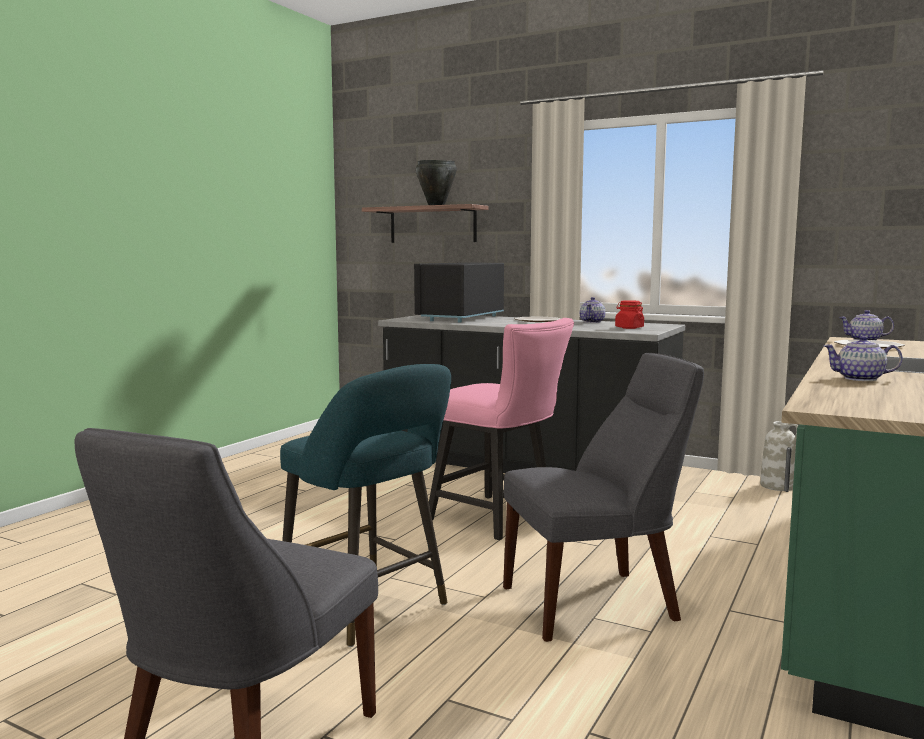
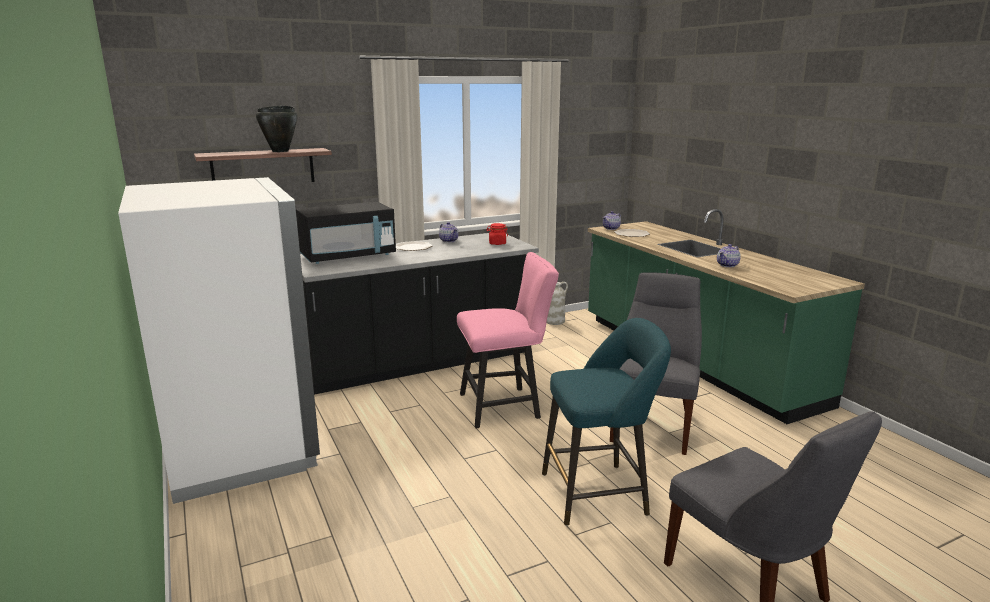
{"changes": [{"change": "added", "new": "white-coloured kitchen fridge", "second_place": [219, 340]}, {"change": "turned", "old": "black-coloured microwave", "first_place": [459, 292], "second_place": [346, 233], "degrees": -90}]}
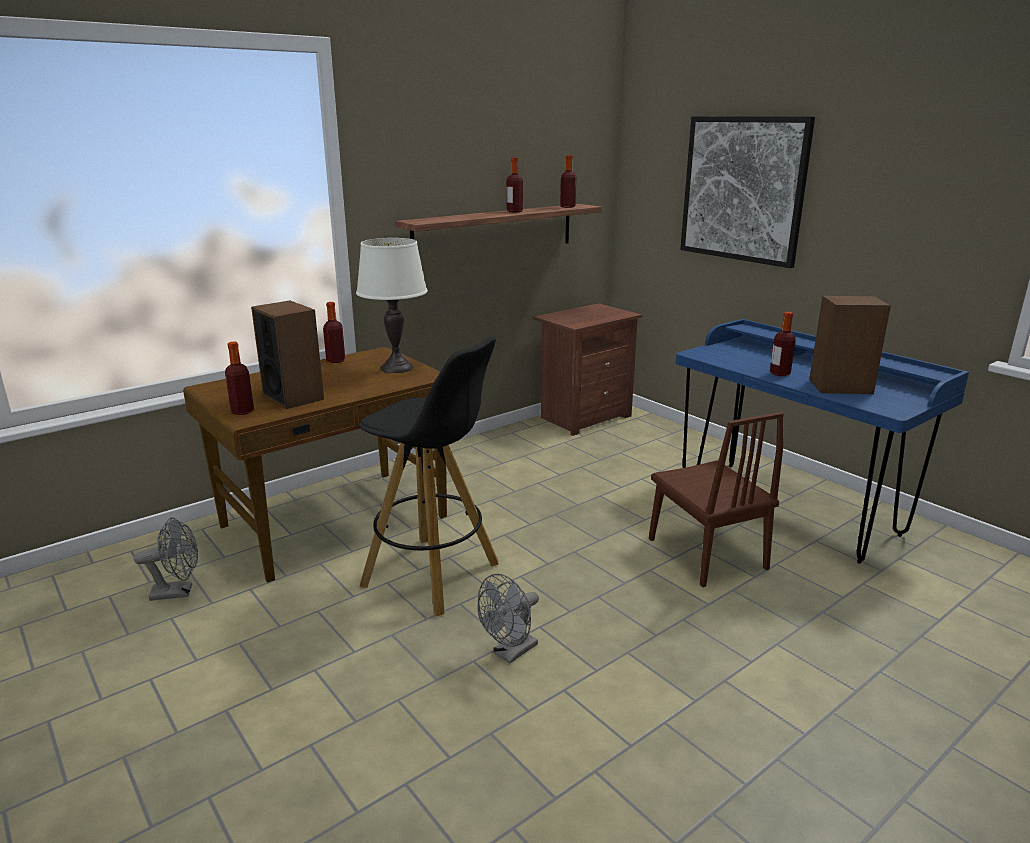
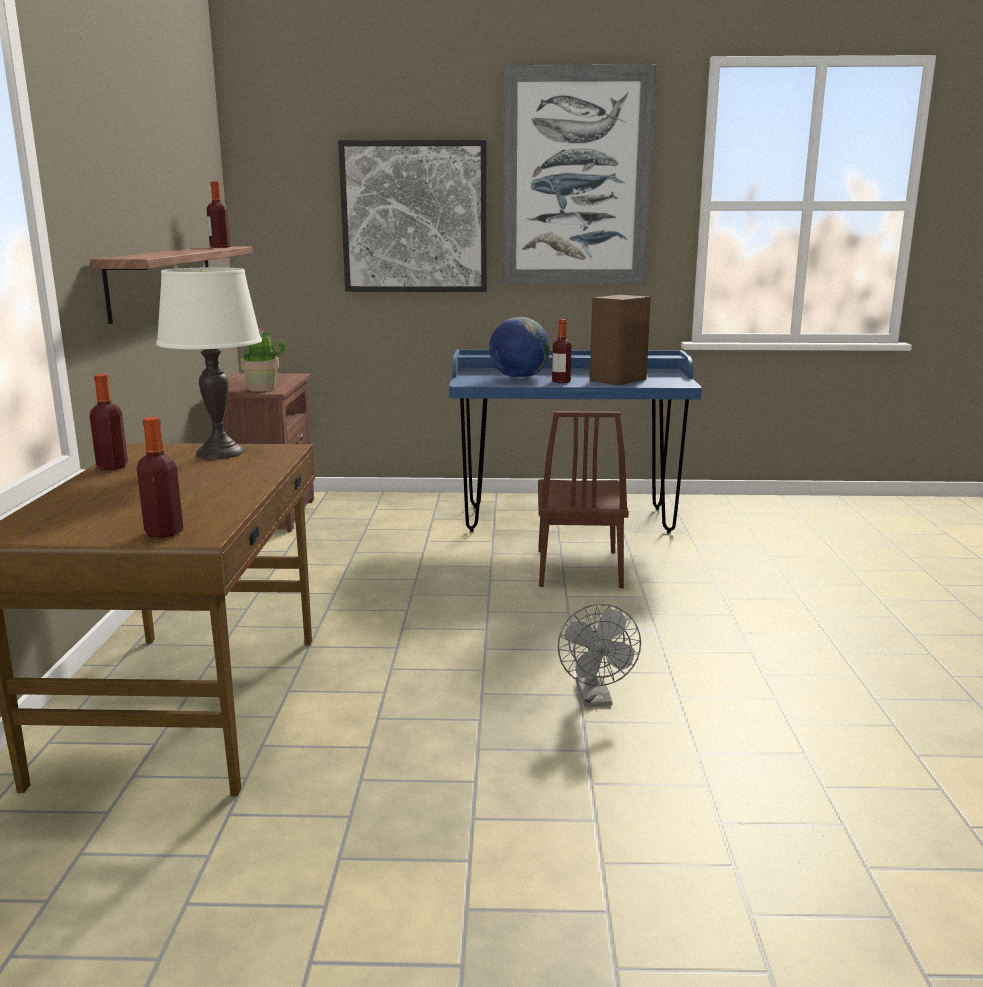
{"changes": [{"change": "removed", "old": "grey electric fan", "first_place": [166, 559]}, {"change": "removed", "old": "loudspeaker", "first_place": [287, 354]}, {"change": "removed", "old": "black-coloured stool seat", "first_place": [429, 477]}, {"change": "removed", "old": "drink bottle", "first_place": [514, 184]}, {"change": "added", "new": "houseplant", "second_place": [262, 360]}, {"change": "added", "new": "globe", "second_place": [519, 348]}, {"change": "added", "new": "wall picture", "second_place": [579, 174]}, {"change": "turned", "old": "brown chair", "first_place": [716, 499], "second_place": [583, 499], "degrees": 75}]}
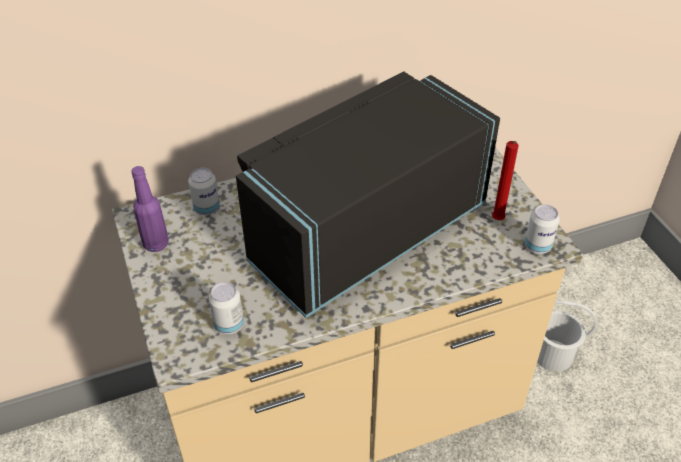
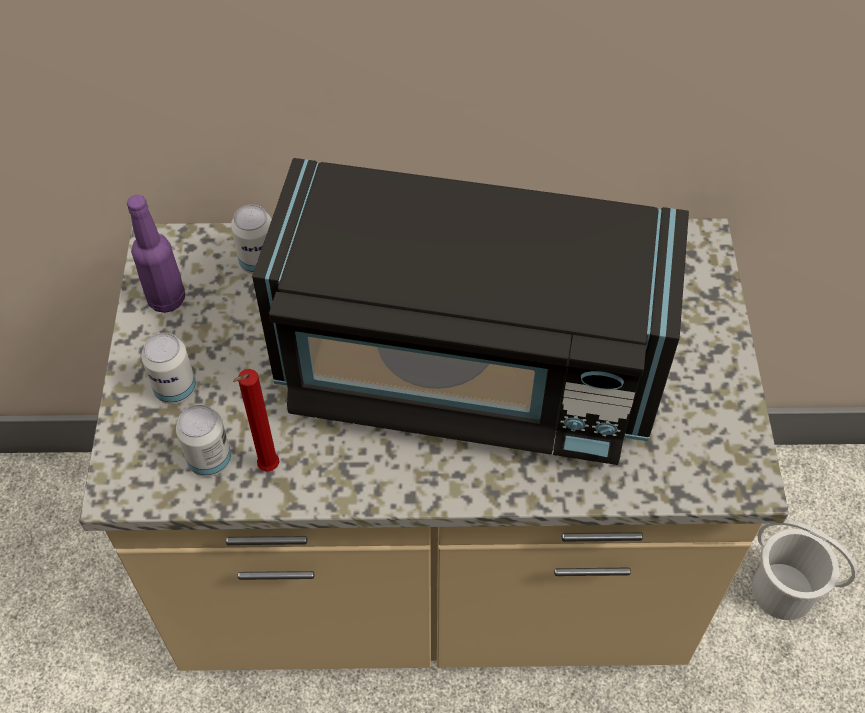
{"changes": [{"change": "moved", "old": "red candle", "first_place": [505, 180], "second_place": [256, 420]}, {"change": "moved", "old": "metal can", "first_place": [542, 229], "second_place": [168, 368]}, {"change": "turned", "old": "black-coloured microwave", "first_place": [368, 194], "second_place": [470, 311], "degrees": -150}]}
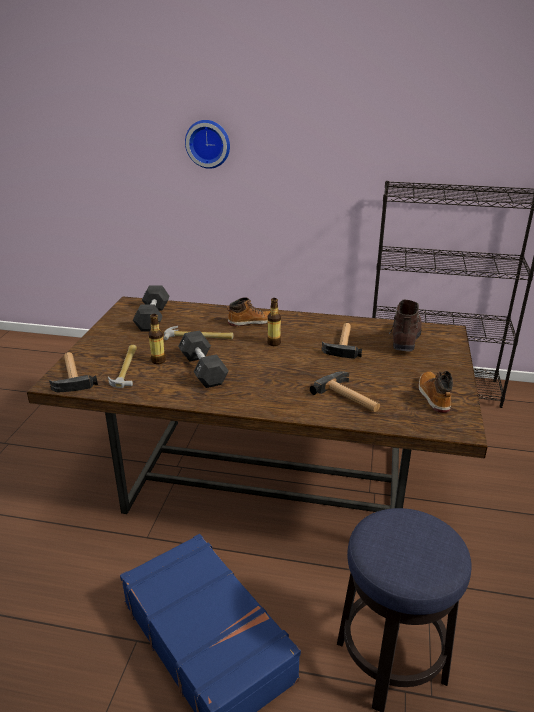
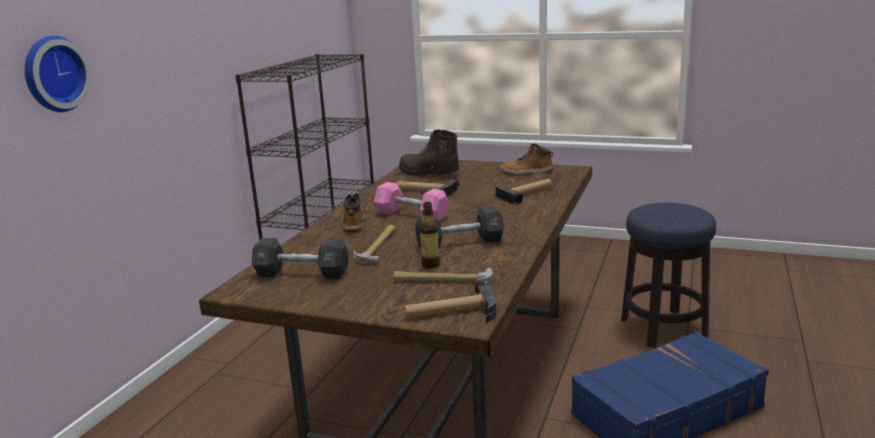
{"changes": [{"change": "replaced", "old": "drink bottle", "new": "pinkish free weight", "first_place": [274, 322], "second_place": [411, 201]}]}
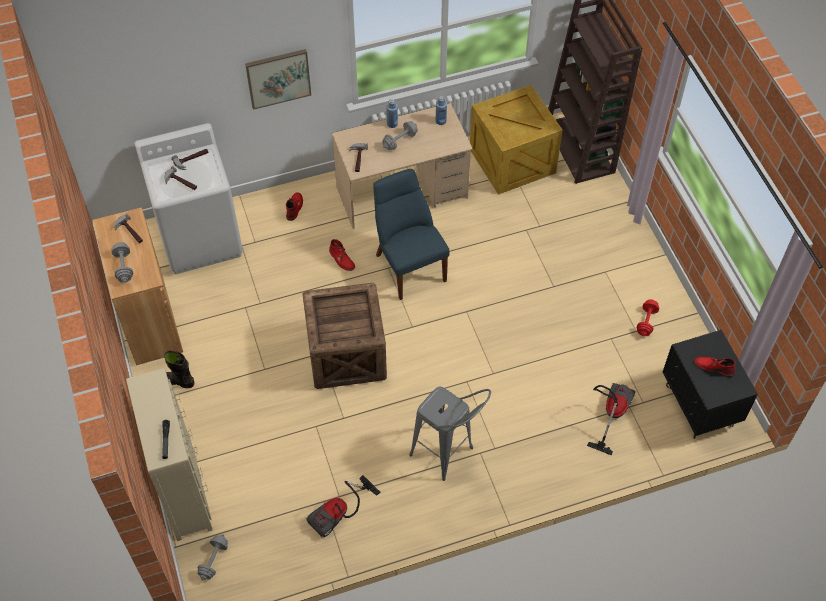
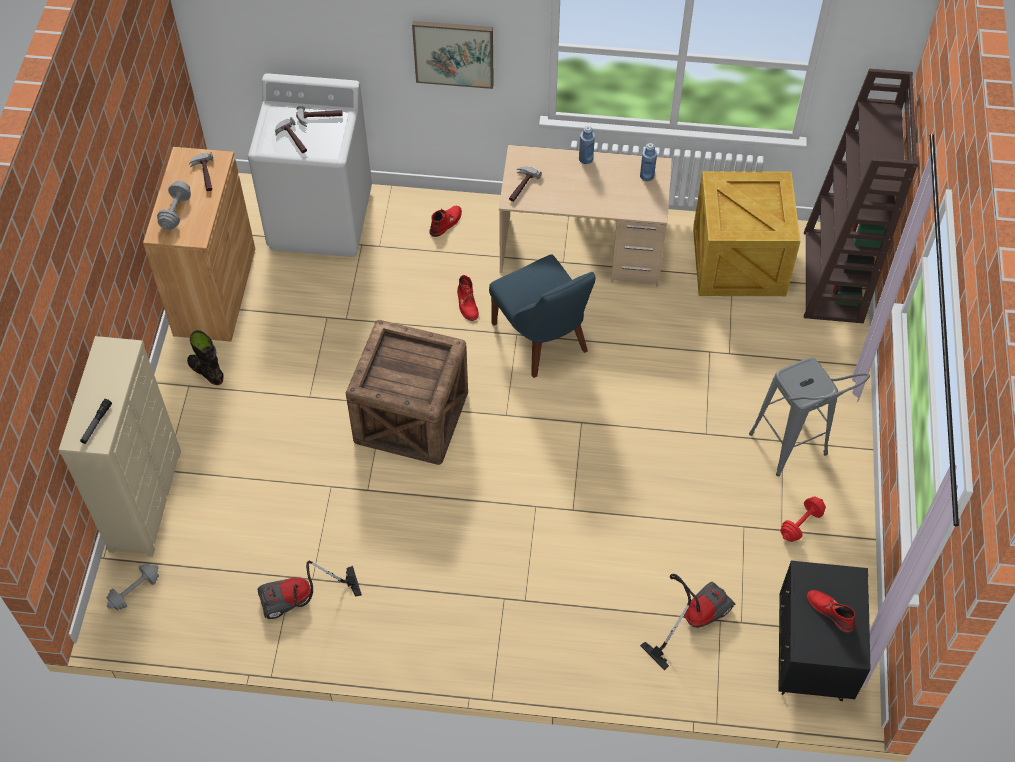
{"changes": [{"change": "removed", "old": "grey free weight", "first_place": [400, 135]}, {"change": "moved", "old": "grey stool seat", "first_place": [450, 434], "second_place": [809, 417]}, {"change": "turned", "old": "blue chair", "first_place": [411, 234], "second_place": [542, 316], "degrees": 150}]}
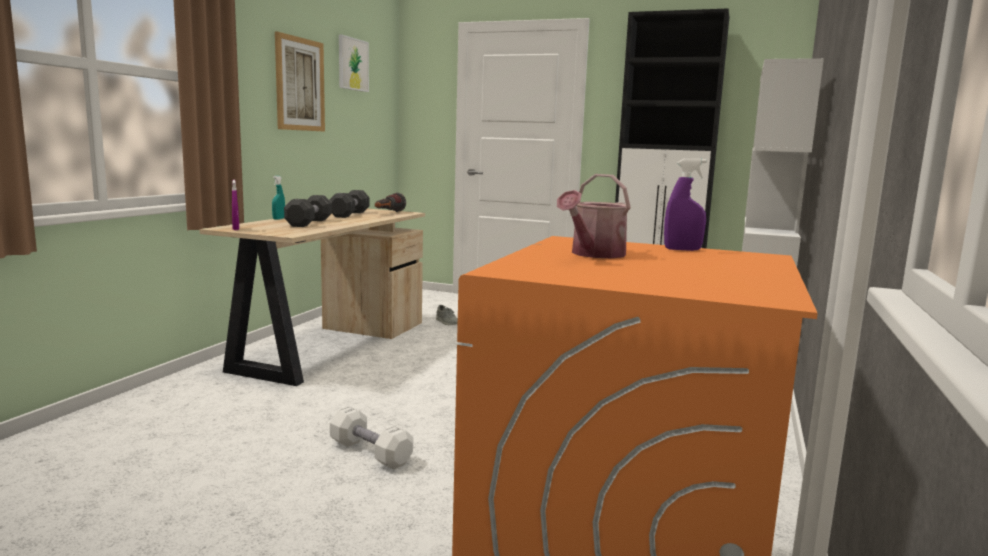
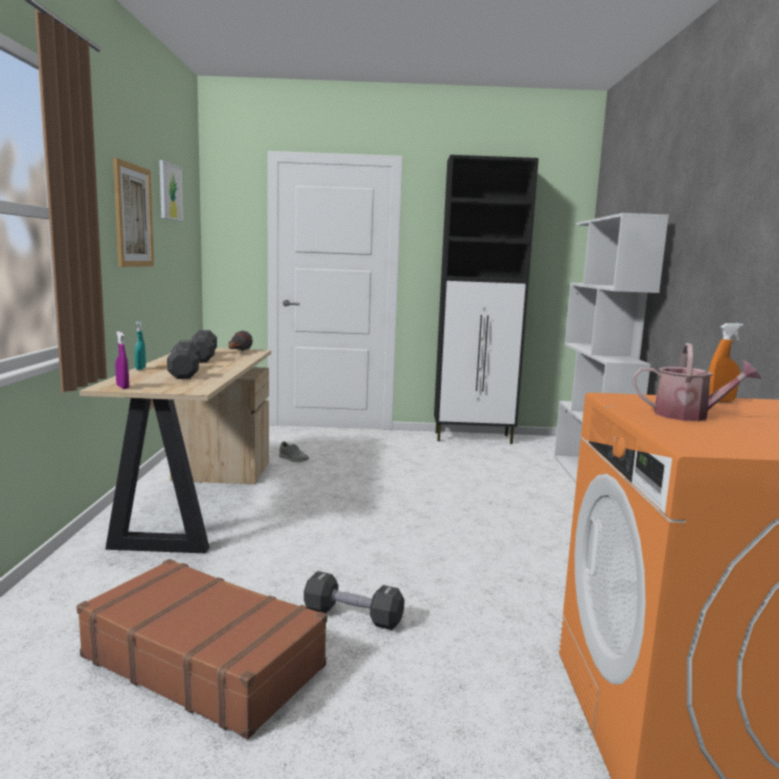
{"changes": [{"change": "added", "new": "brown travel case", "second_place": [202, 649]}, {"change": "recoloured", "old": "white-coloured free weight", "new": "black-coloured free weight", "first_place": [371, 438], "second_place": [354, 600]}, {"change": "recoloured", "old": "purplish sprayer", "new": "orangey sprayer", "first_place": [685, 204], "second_place": [726, 362]}, {"change": "turned", "old": "watering can", "first_place": [594, 216], "second_place": [697, 382], "degrees": -90}]}
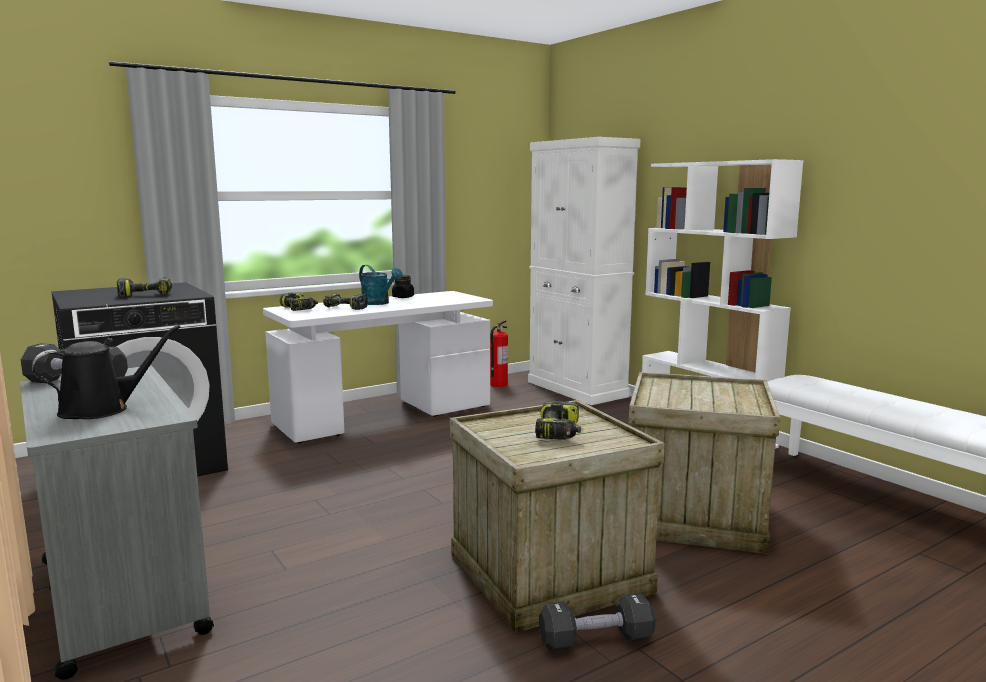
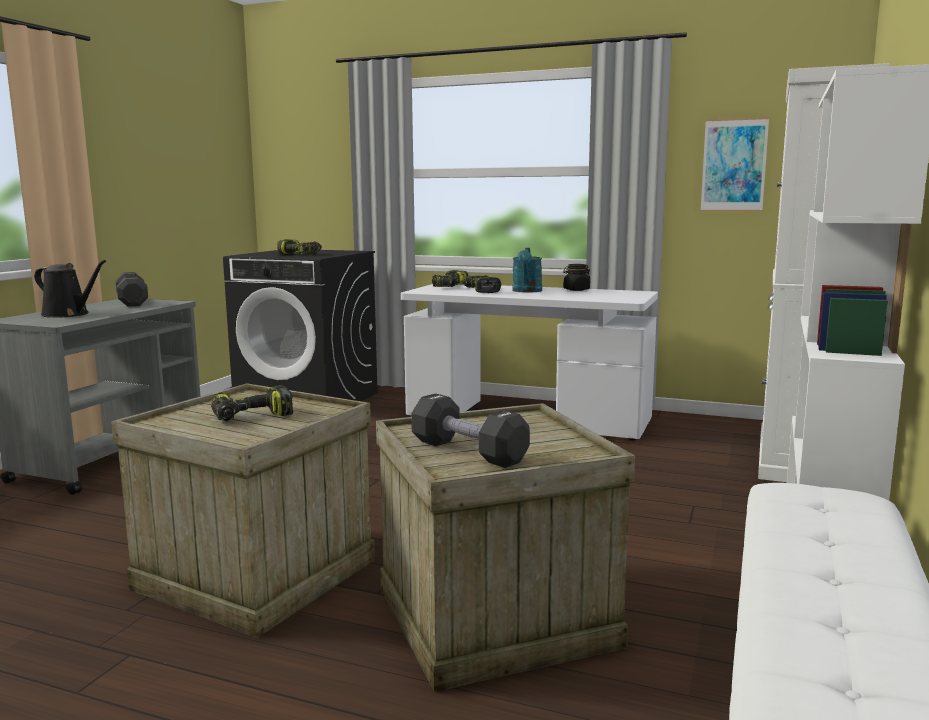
{"changes": [{"change": "removed", "old": "fire-fighting cylinder", "first_place": [499, 353]}, {"change": "added", "new": "wall picture", "second_place": [734, 164]}, {"change": "moved", "old": "black-coloured free weight", "first_place": [597, 622], "second_place": [470, 430]}]}
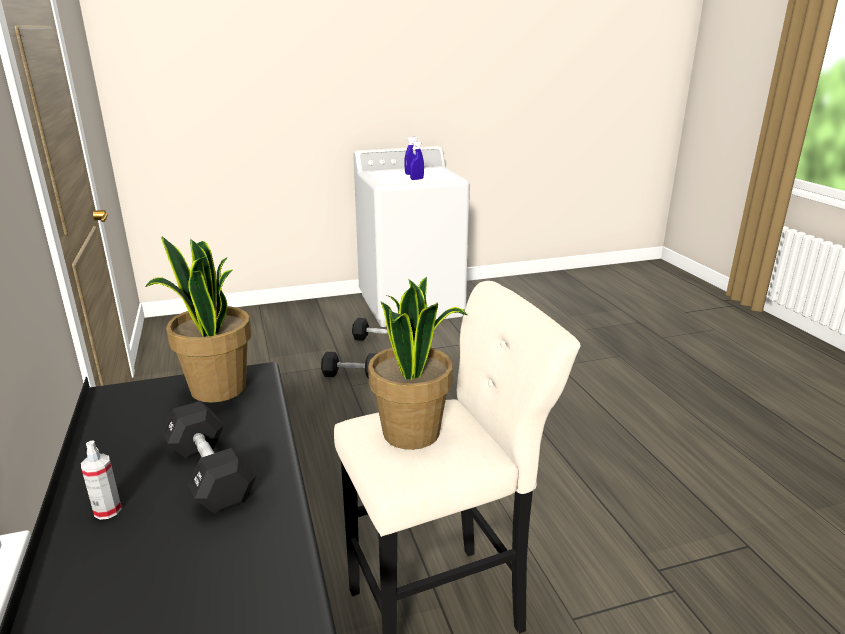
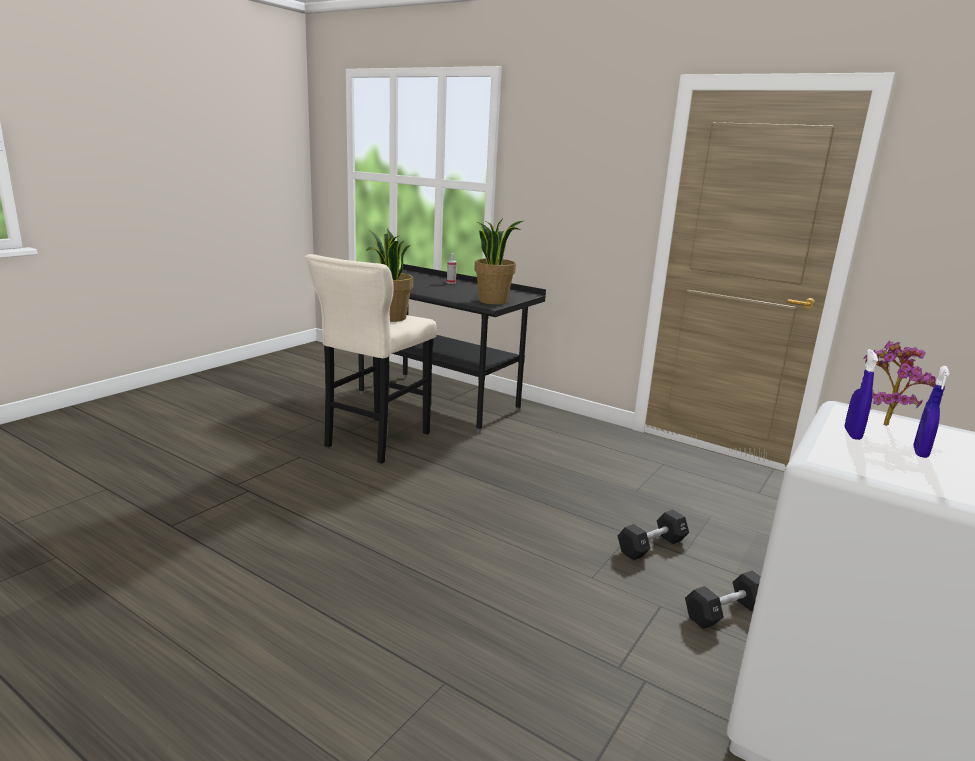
{"changes": [{"change": "removed", "old": "black-coloured free weight", "first_place": [209, 457]}, {"change": "added", "new": "houseplant", "second_place": [899, 383]}]}
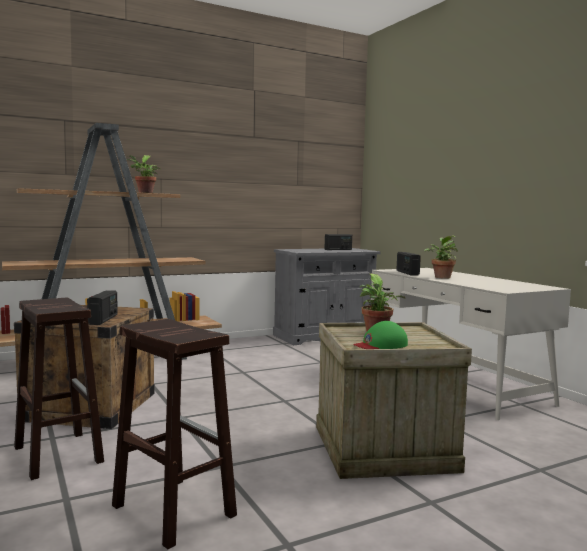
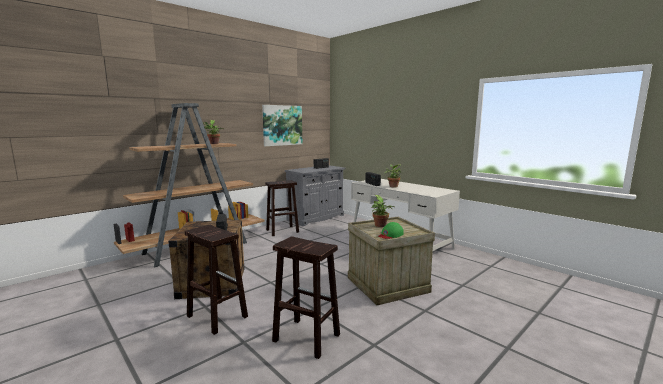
{"changes": [{"change": "added", "new": "wall picture", "second_place": [282, 125]}, {"change": "added", "new": "brown stool seat", "second_place": [282, 208]}]}
